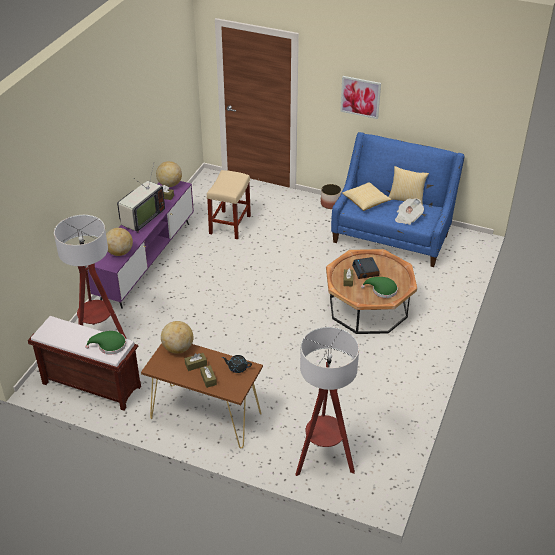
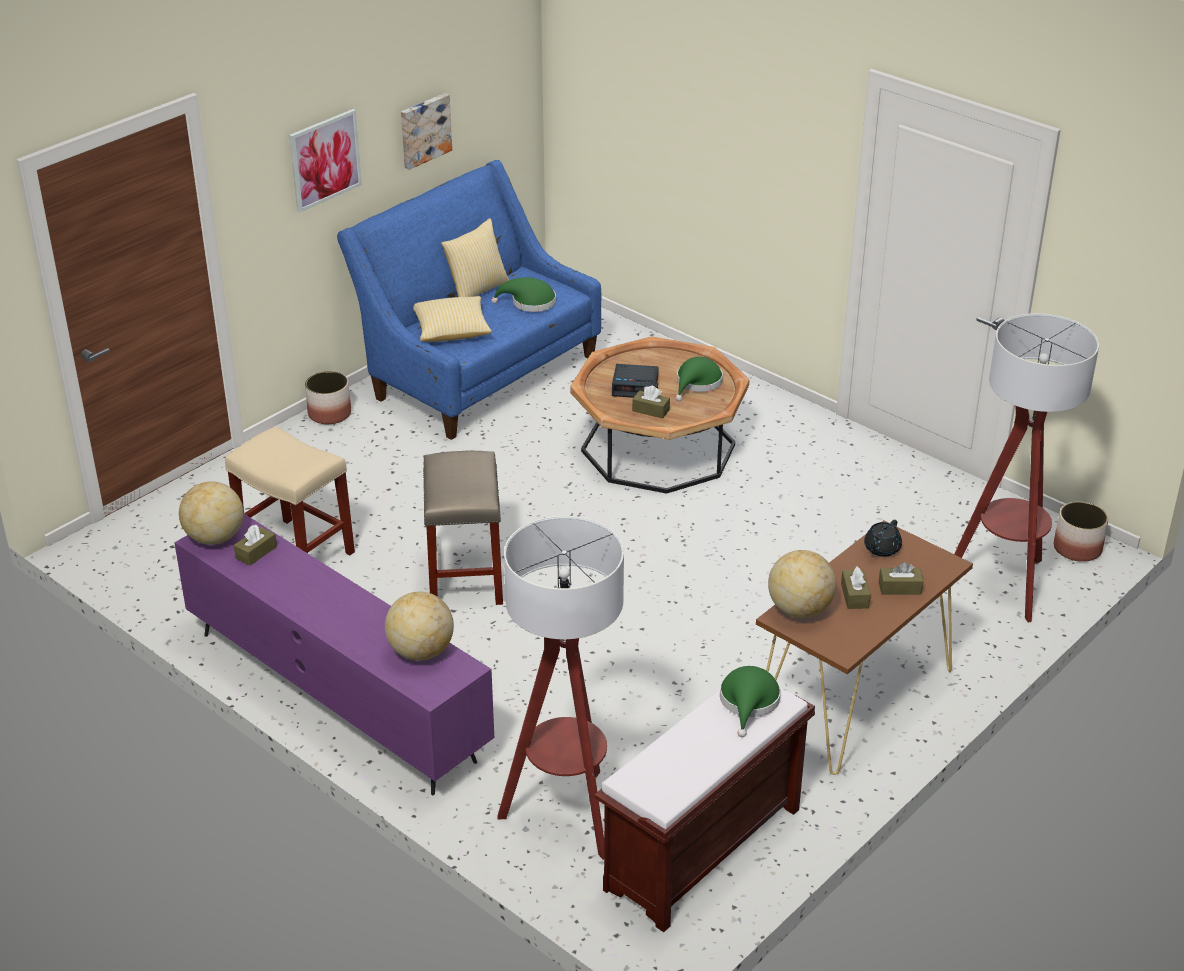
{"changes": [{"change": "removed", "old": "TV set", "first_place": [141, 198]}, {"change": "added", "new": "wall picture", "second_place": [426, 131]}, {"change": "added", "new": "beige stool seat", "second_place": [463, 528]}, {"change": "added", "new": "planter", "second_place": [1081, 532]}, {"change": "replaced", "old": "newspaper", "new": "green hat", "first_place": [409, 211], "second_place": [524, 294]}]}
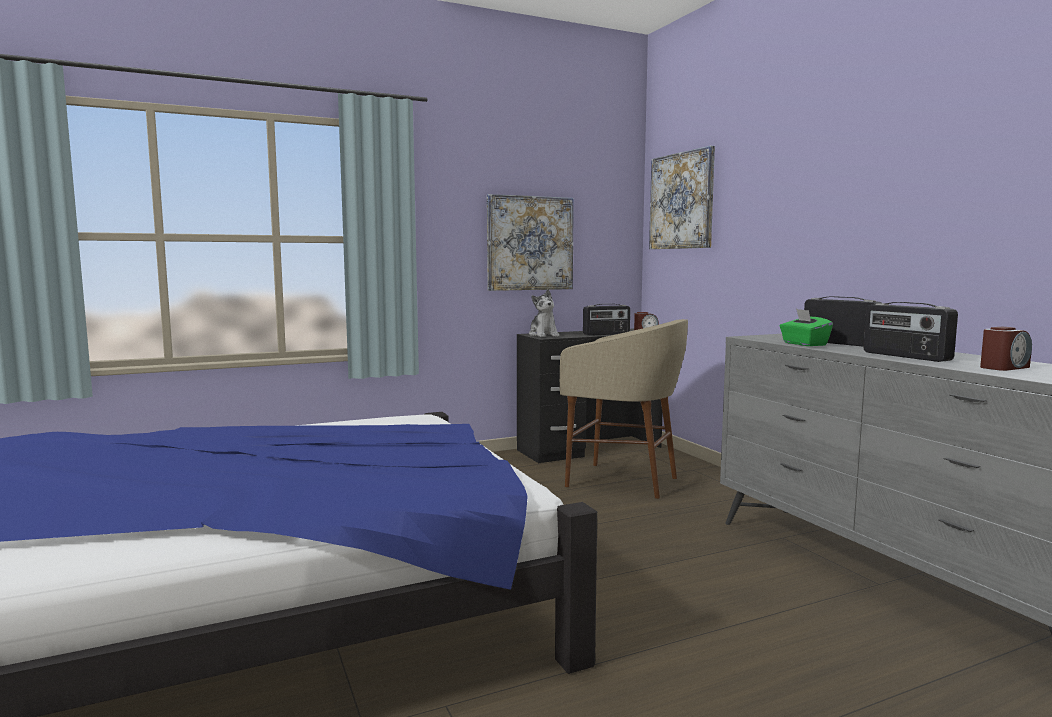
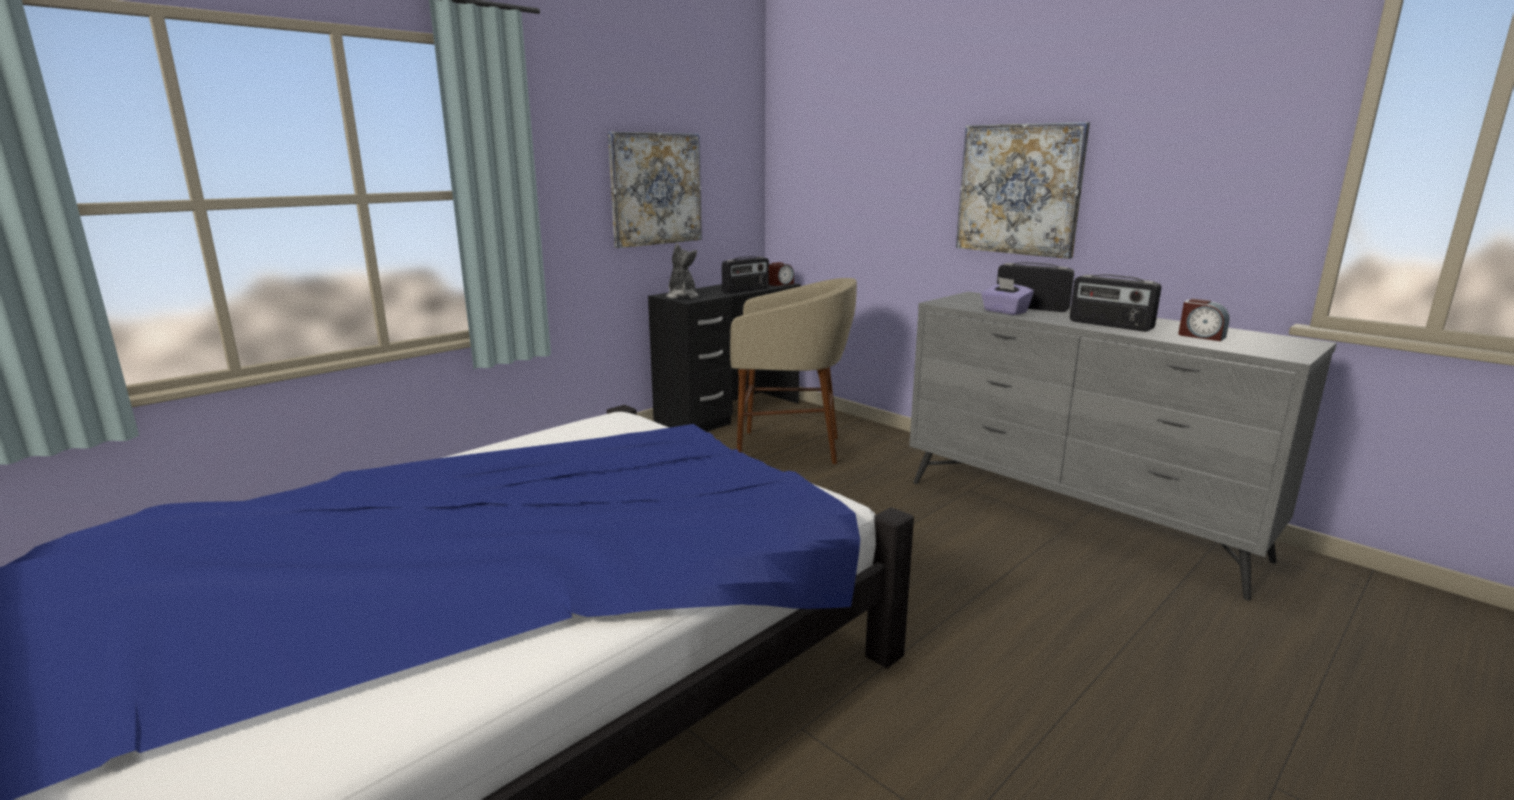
{"changes": [{"change": "moved", "old": "wall picture", "first_place": [682, 197], "second_place": [1023, 190]}, {"change": "recoloured", "old": "green tissue holder", "new": "purplish tissue holder", "first_place": [806, 327], "second_place": [1007, 296]}, {"change": "turned", "old": "cuddly toy", "first_place": [544, 313], "second_place": [682, 271], "degrees": -150}, {"change": "turned", "old": "bedside clock", "first_place": [1006, 349], "second_place": [1204, 320], "degrees": 90}]}
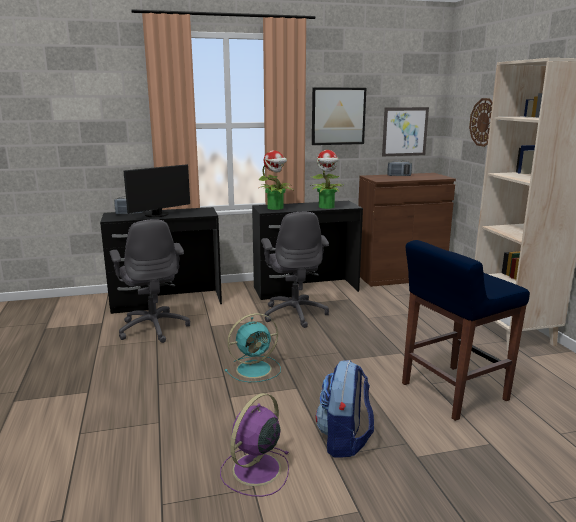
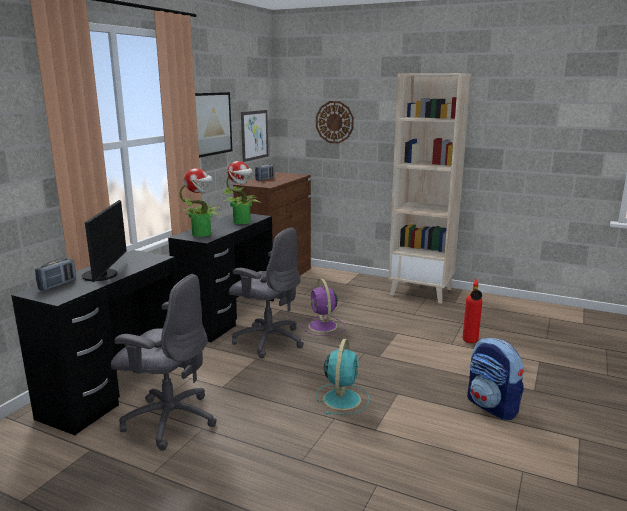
{"changes": [{"change": "moved", "old": "purplish electric fan", "first_place": [254, 445], "second_place": [324, 307]}, {"change": "replaced", "old": "blue stool seat", "new": "fire-fighting cylinder", "first_place": [466, 330], "second_place": [472, 310]}]}
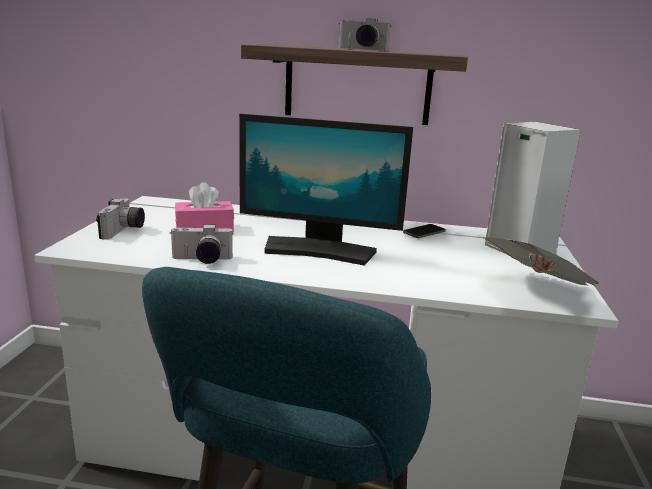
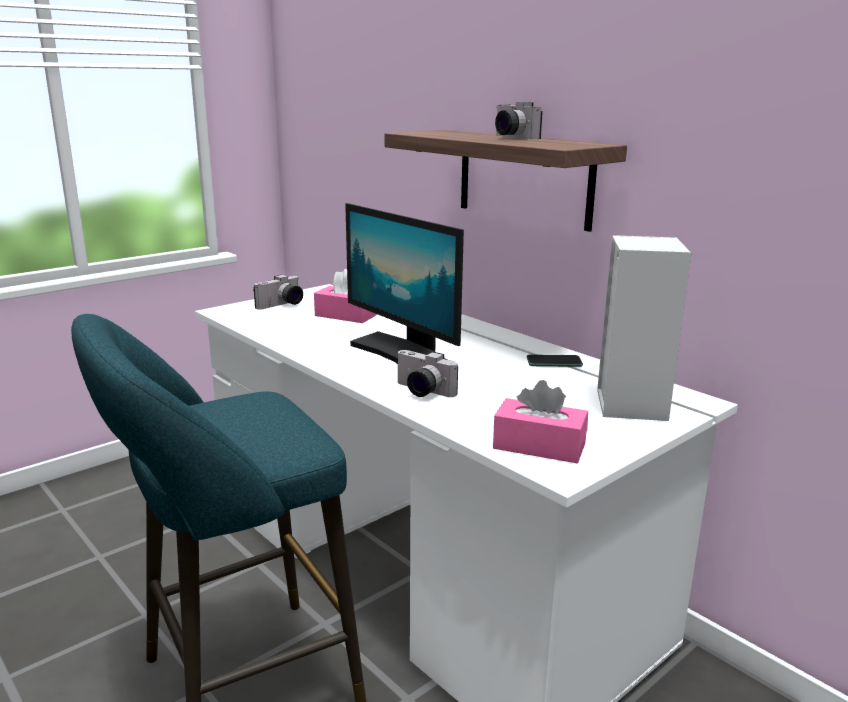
{"changes": [{"change": "moved", "old": "still camera", "first_place": [202, 244], "second_place": [427, 373]}, {"change": "replaced", "old": "newspaper", "new": "pinkish tissue holder", "first_place": [540, 261], "second_place": [540, 421]}]}
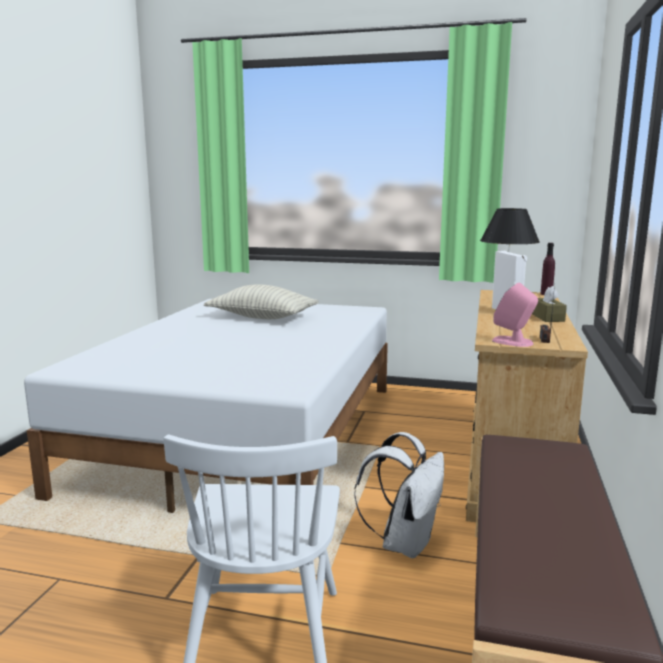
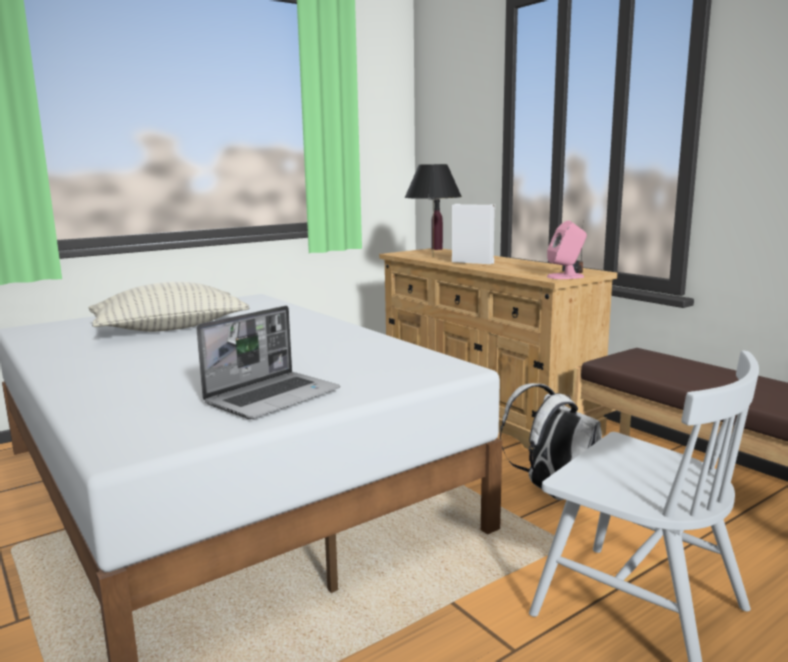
{"changes": [{"change": "removed", "old": "brown tissue holder", "first_place": [549, 304]}, {"change": "added", "new": "portable computer", "second_place": [268, 362]}]}
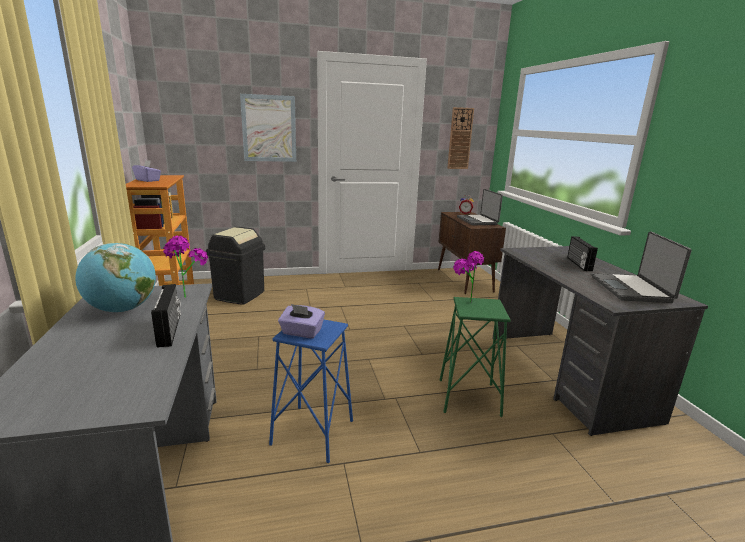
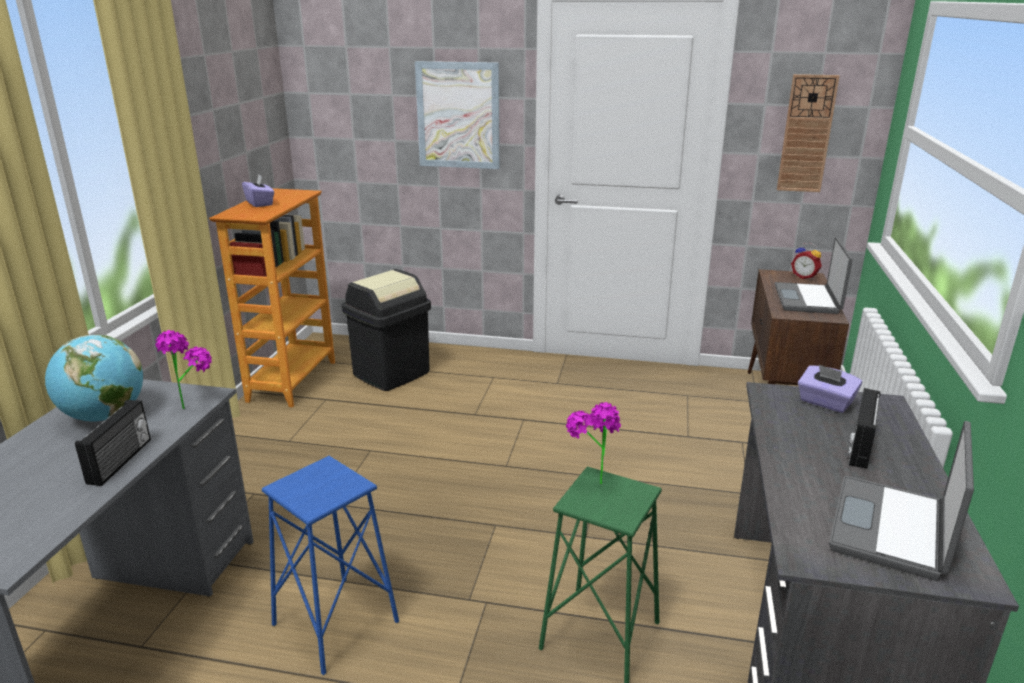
{"changes": [{"change": "moved", "old": "purplish tissue holder", "first_place": [301, 321], "second_place": [830, 388]}]}
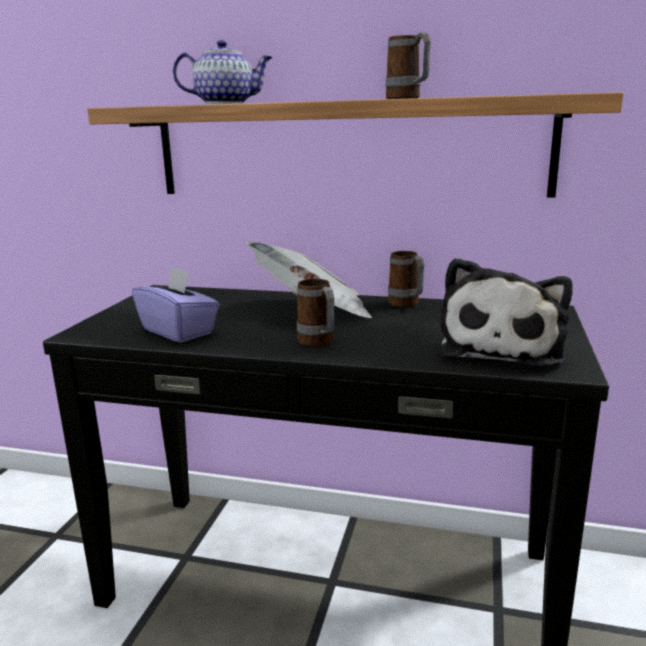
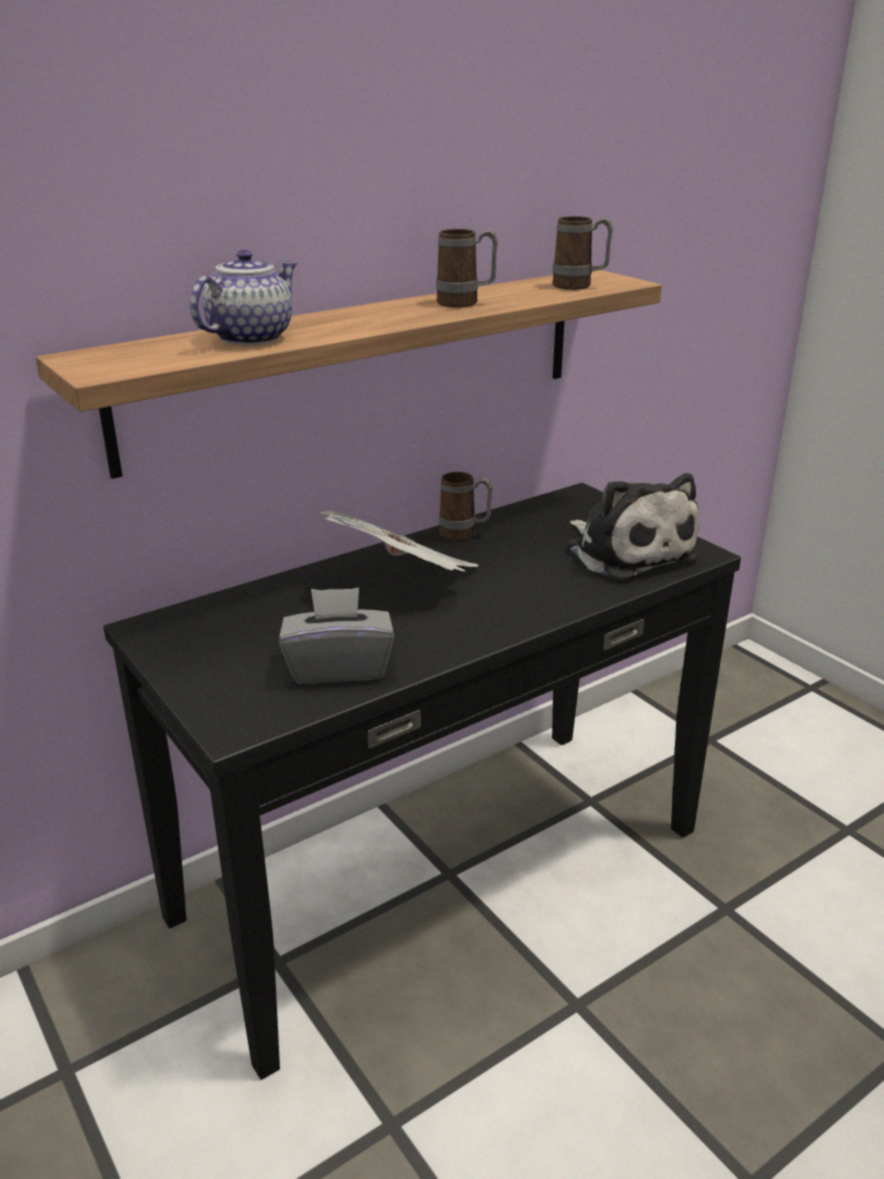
{"changes": [{"change": "moved", "old": "tea mug", "first_place": [315, 313], "second_place": [583, 253]}, {"change": "recoloured", "old": "purplish tissue holder", "new": "grey tissue holder", "first_place": [176, 305], "second_place": [336, 636]}]}
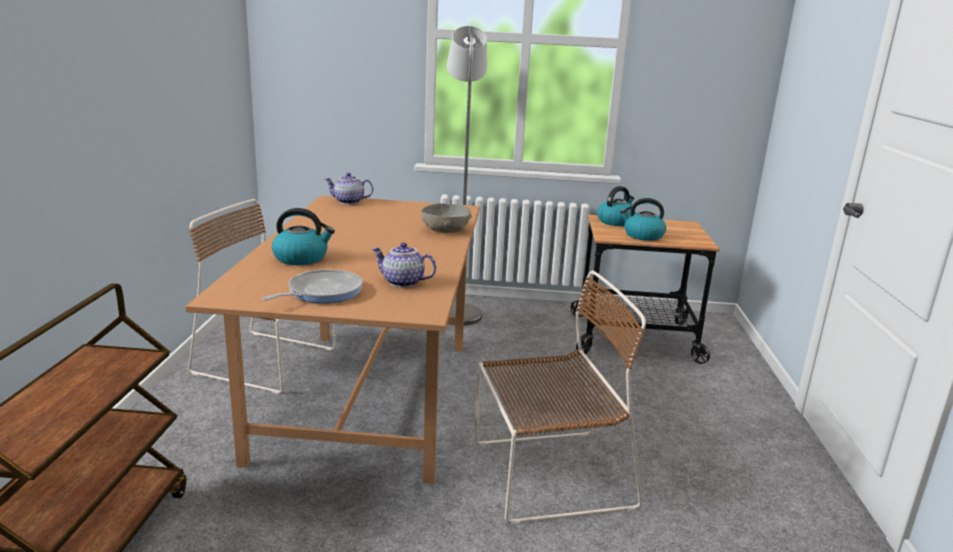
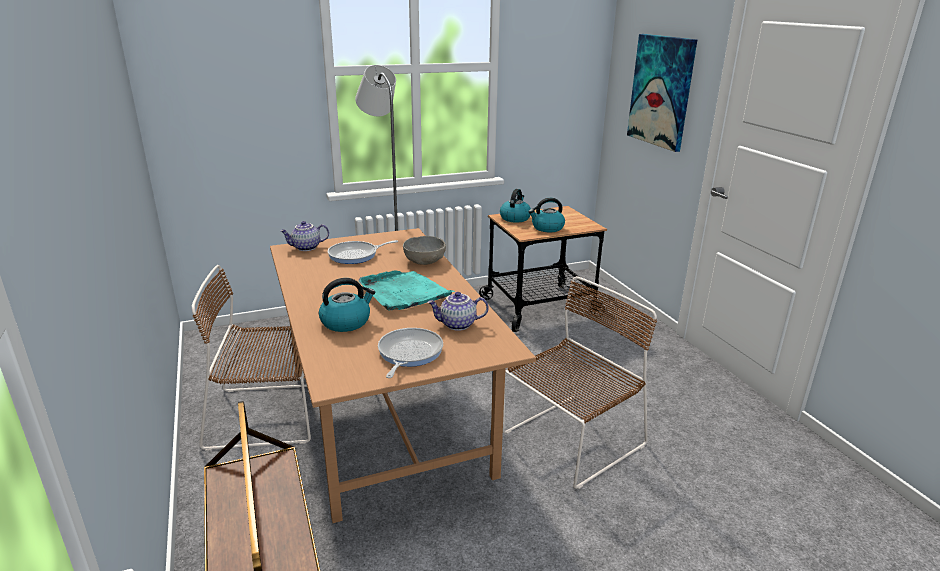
{"changes": [{"change": "added", "new": "skillet", "second_place": [363, 252]}, {"change": "added", "new": "blue-green carrying tray", "second_place": [407, 290]}, {"change": "added", "new": "wall picture", "second_place": [662, 93]}]}
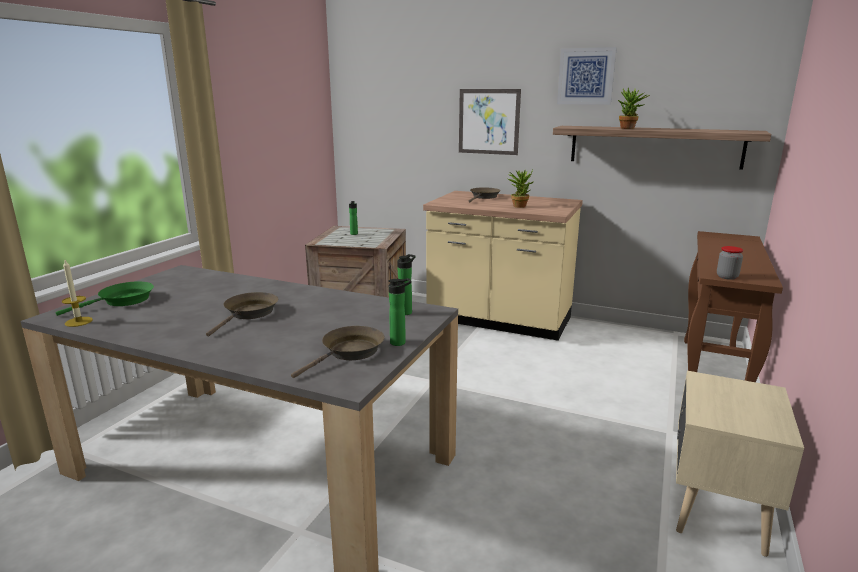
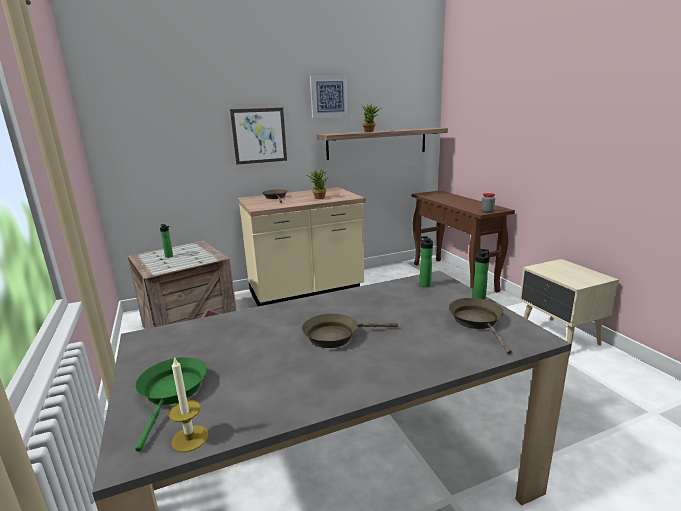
{"changes": [{"change": "turned", "old": "brown skillet", "first_place": [242, 314], "second_place": [350, 331], "degrees": -75}]}
